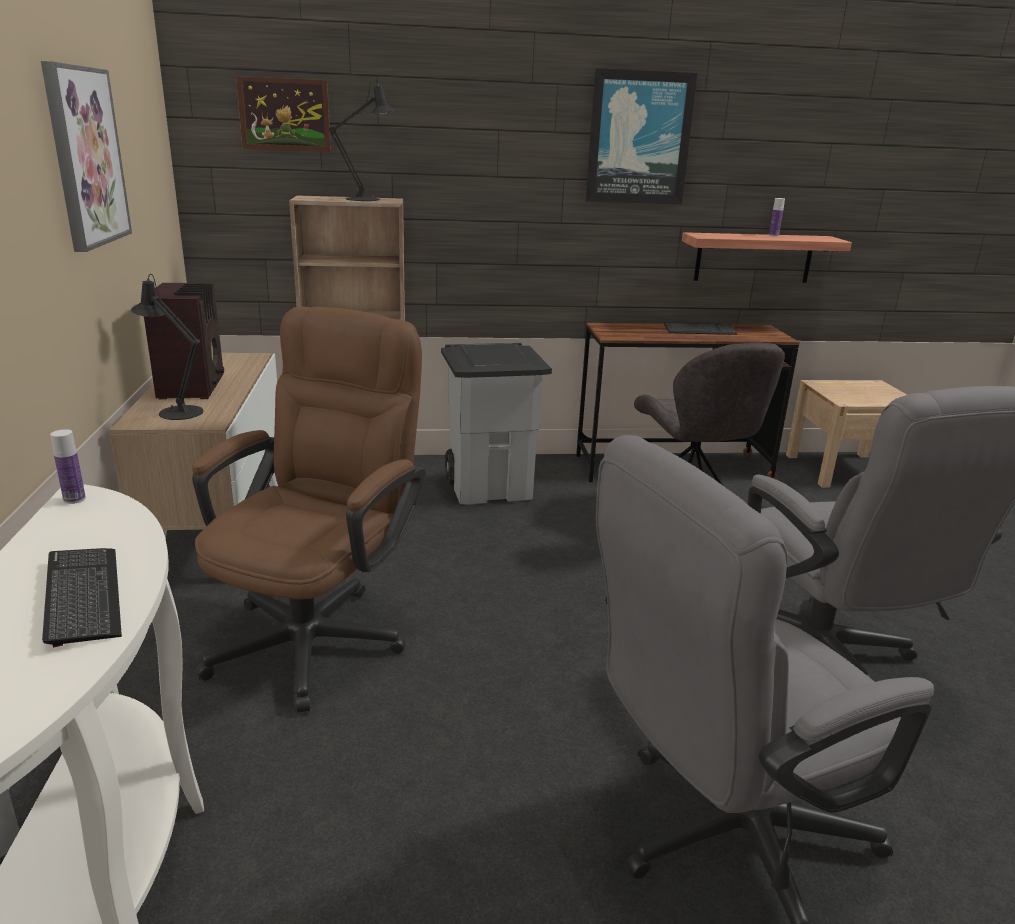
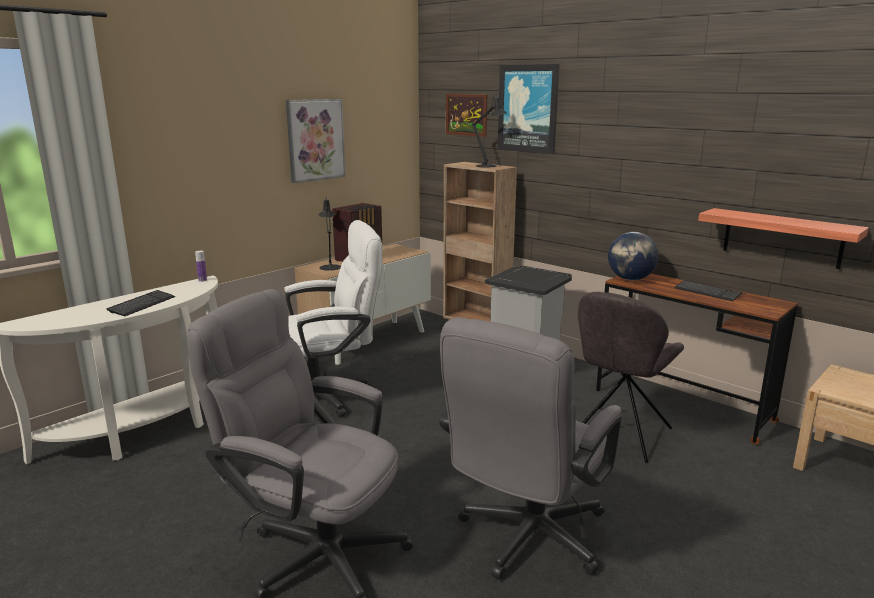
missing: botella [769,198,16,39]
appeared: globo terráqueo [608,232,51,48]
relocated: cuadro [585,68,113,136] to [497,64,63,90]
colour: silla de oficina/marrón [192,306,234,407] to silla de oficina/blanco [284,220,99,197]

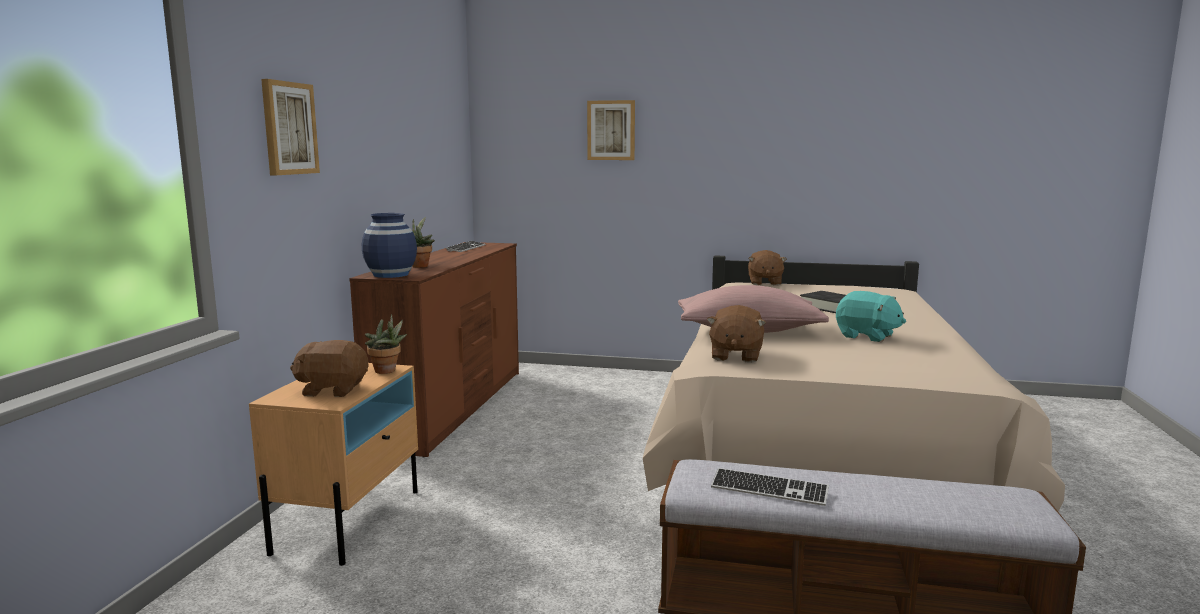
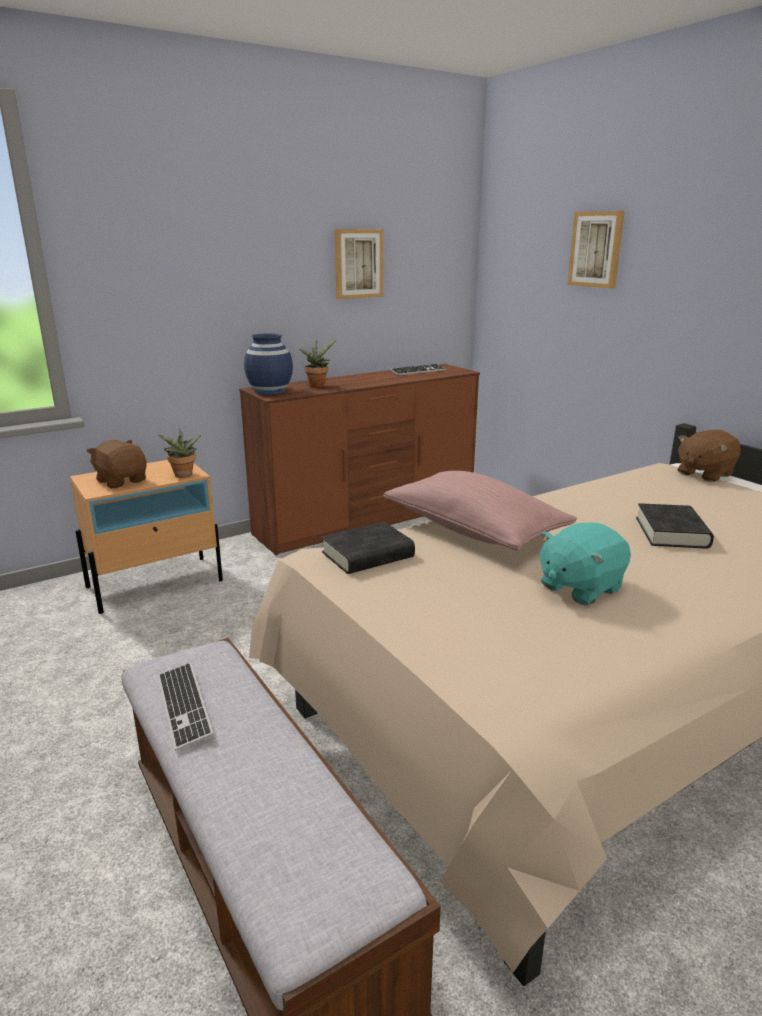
relocated: cuadro [261,79,59,96] to [335,229,49,70]
exchanged: peluche/marrón [707,305,59,58] to libro/negro [321,522,94,52]
spun: peluche/turquesa [836,291,70,51] = [540,522,91,83] 60 degrees clockwise

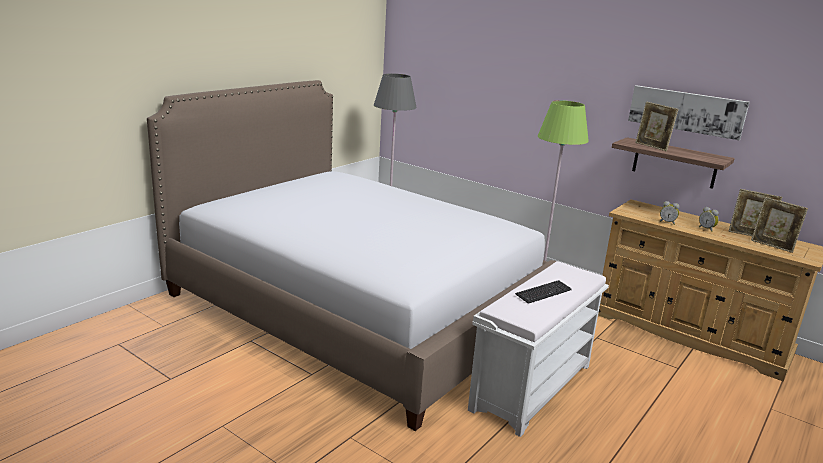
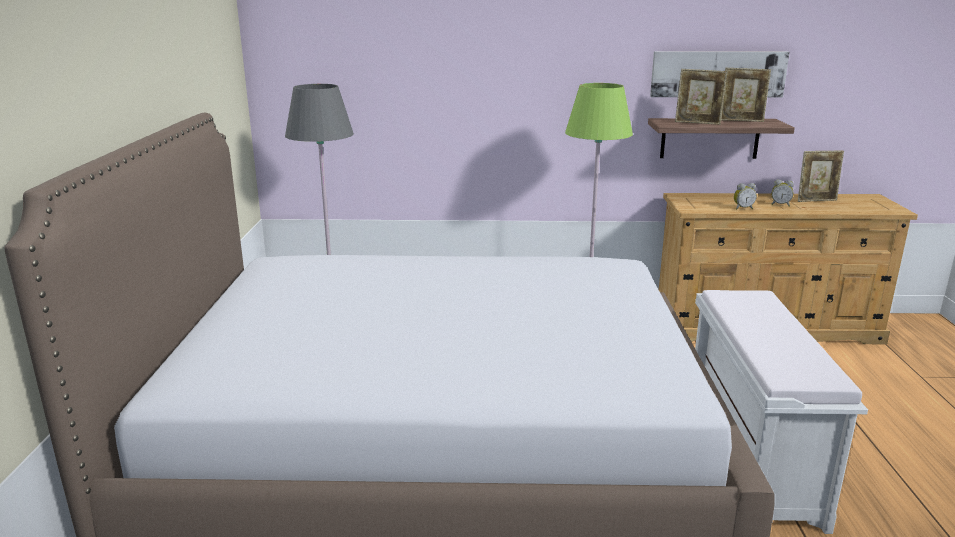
missing: teclado [515,280,57,24]
relocated: portarretratos [751,197,57,56] to [721,68,50,54]

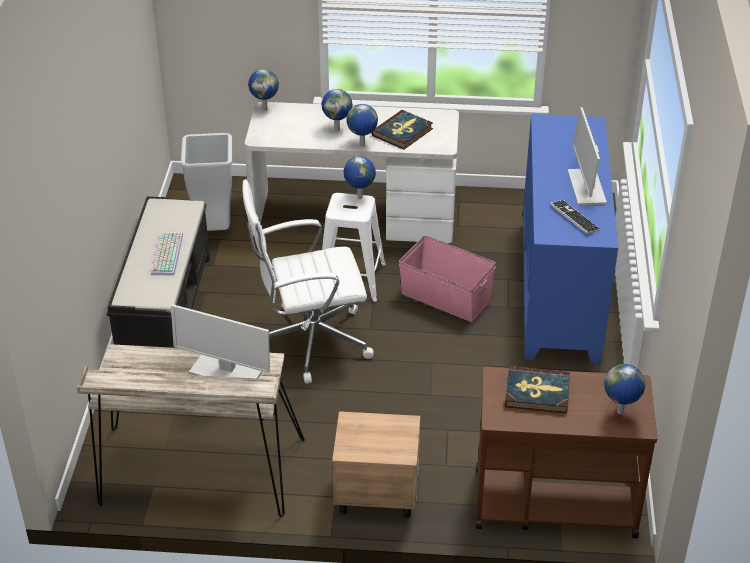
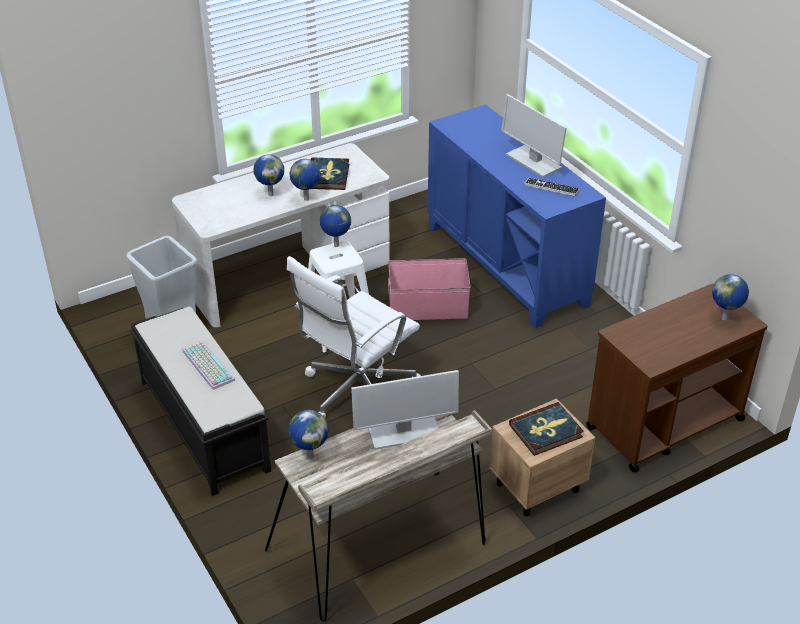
relocated: globo terráqueo [248,69,31,42] to [288,410,41,49]; libro [505,366,65,47] to [509,402,75,54]

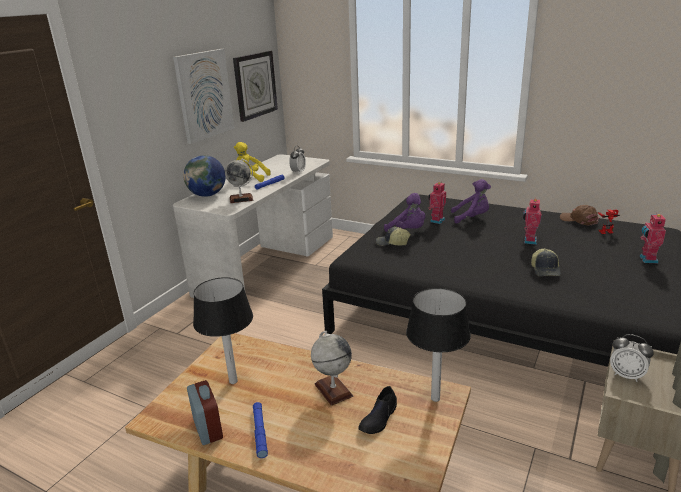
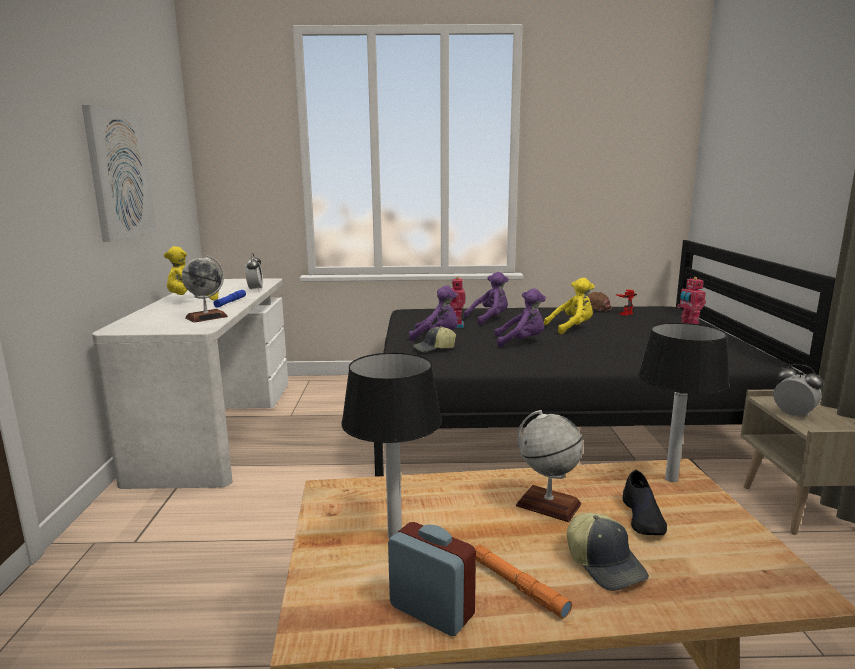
missing: globo terráqueo [183,155,43,42]; reloj de pared [233,51,45,71]
appeared: peluche/morado [494,288,52,59]
relocated: gorra [531,249,30,28] to [567,513,82,78]
exchanged: robot de juguete [523,198,18,47] to peluche/amarillo [544,278,51,56]
colour: linterna/azul [253,402,15,56] to linterna/naranja [475,545,97,74]
spun: despertador [610,334,44,48] = [773,364,50,52] 135 degrees counterclockwise

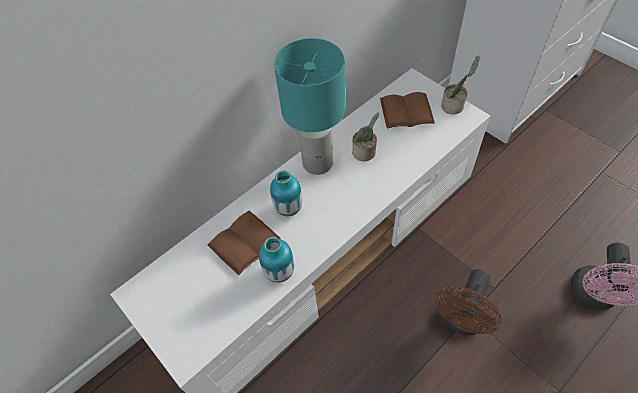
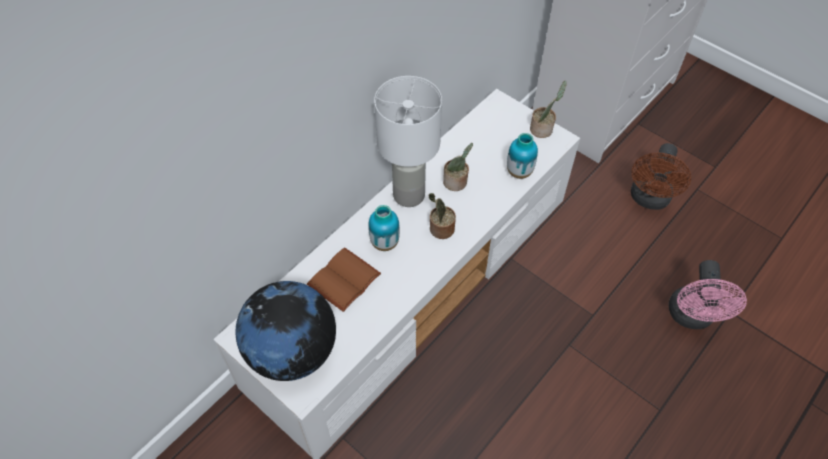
missing: libro/marrón [380,92,55,37]
appeared: globo terráqueo [235,281,101,100]; planta en maceta [428,193,28,46]
relocated: florero [259,237,35,46] to [507,133,31,46]; ventilador/marrón [434,269,68,66] to [631,143,60,67]
colour: lámpara de mesa/turquesa [274,38,71,137] to lámpara de mesa/blanco [374,76,68,131]

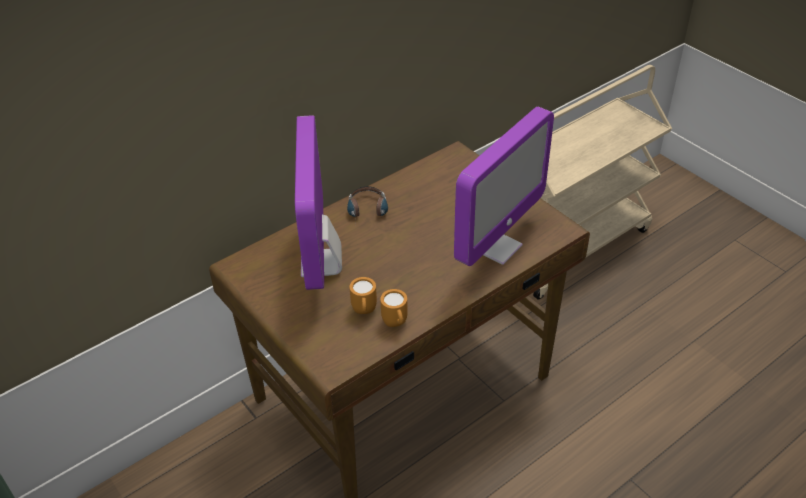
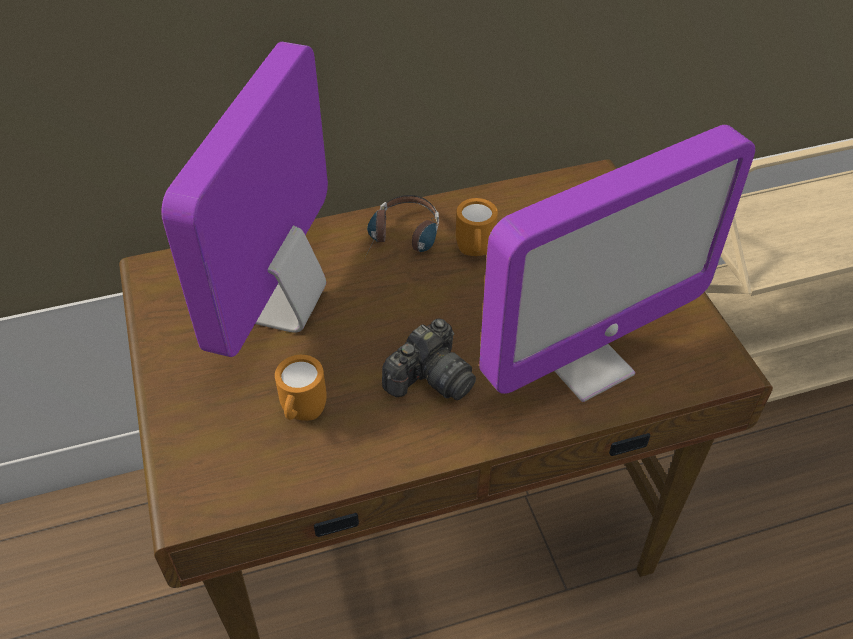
appeared: cámara [382,319,94,81]
relocated: taza grande/naranja [380,289,28,38] to [456,198,42,58]

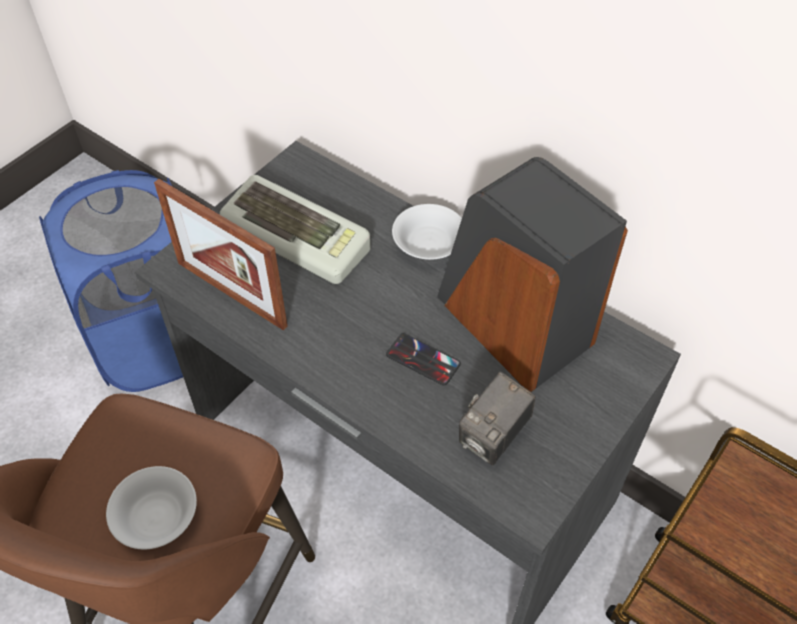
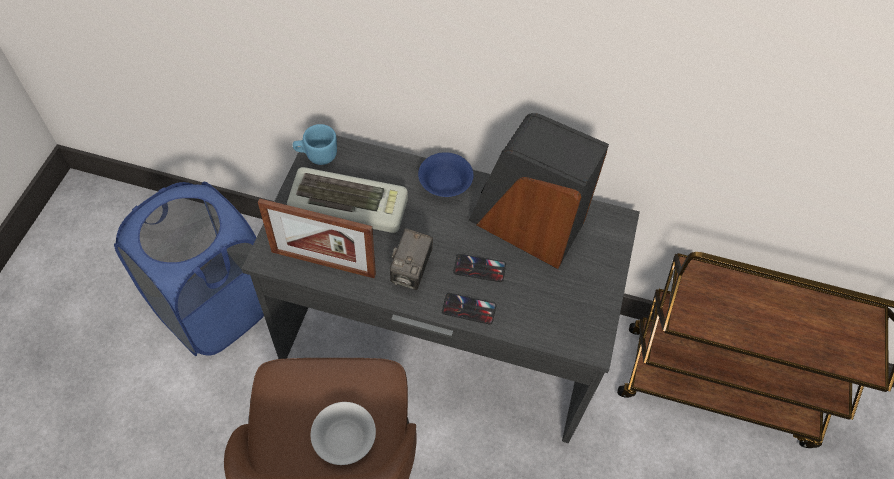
appeared: taza grande/azul [293,124,44,41]; móvil [442,293,54,32]
relocated: cámara [459,372,76,94] to [390,228,43,62]
colour: cuenco/blanco [392,204,70,56] to cuenco/azul [418,152,56,45]

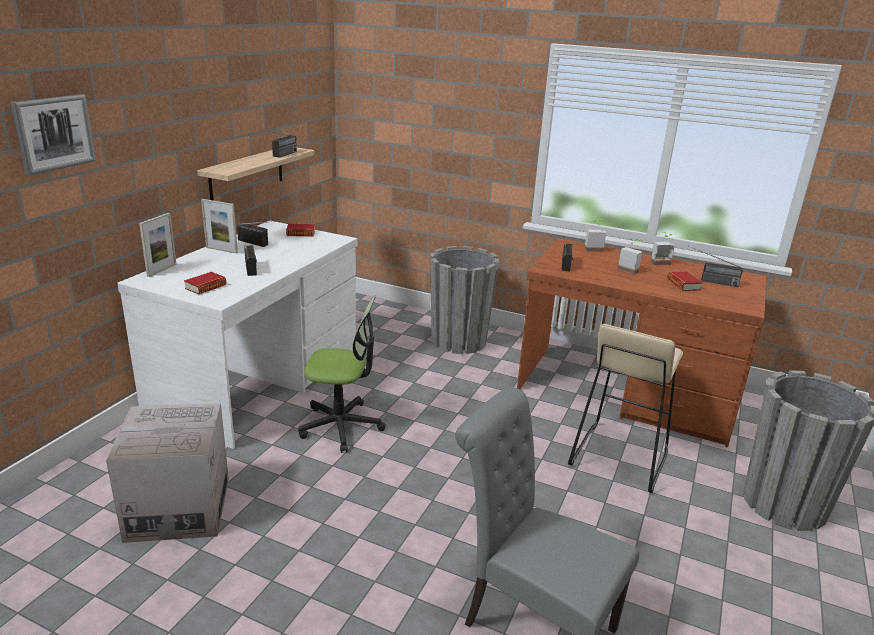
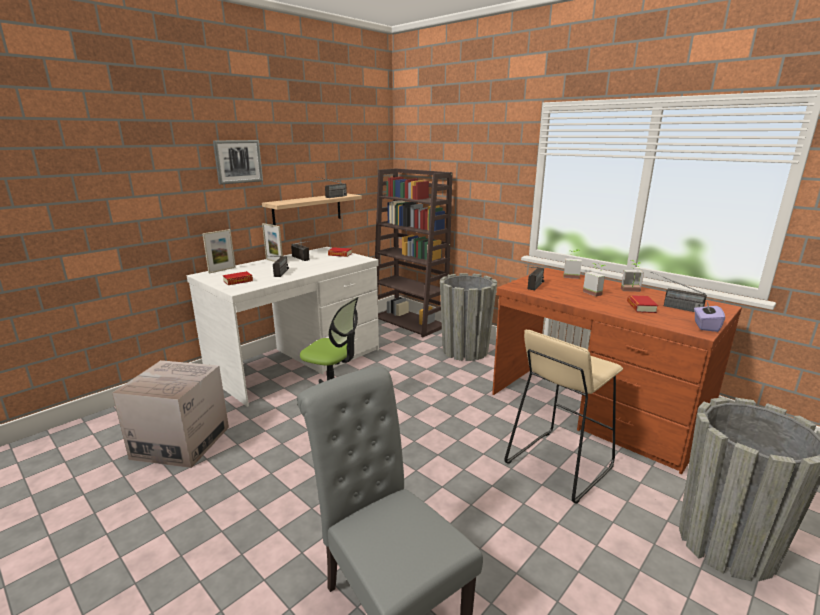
appeared: estantería/marrón [375,168,78,169]; caja de pañuelos/morado [694,302,31,30]
relocated: cuadro [11,94,85,81] to [213,140,50,45]

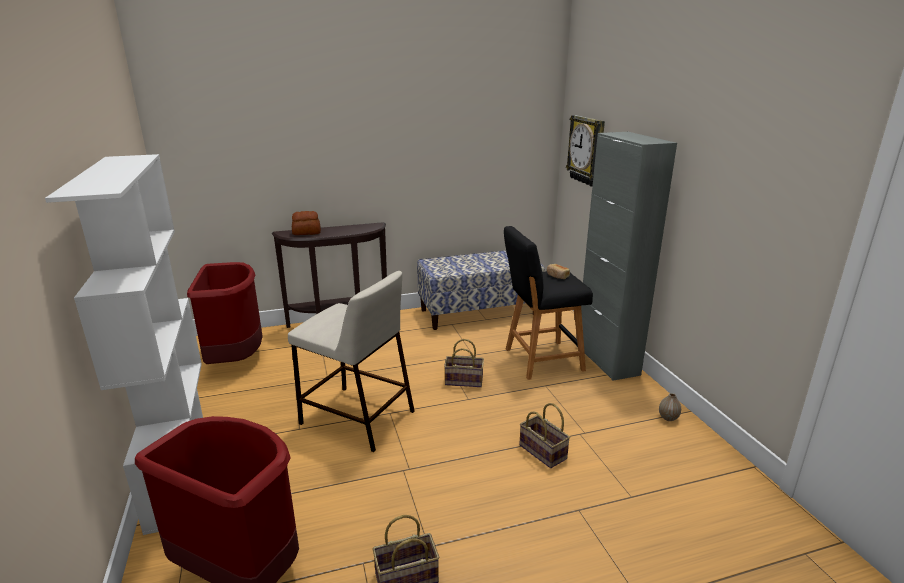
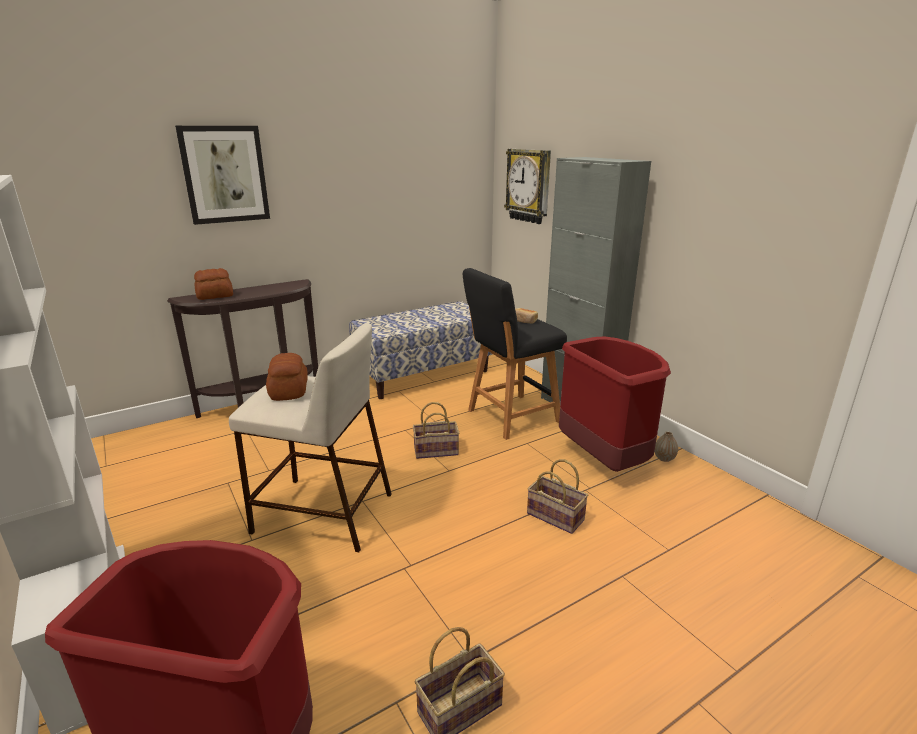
appeared: cuadro [175,126,95,99]; pan [266,353,42,48]
relocated: papelera/rojo [187,262,76,102] to [559,337,112,135]

